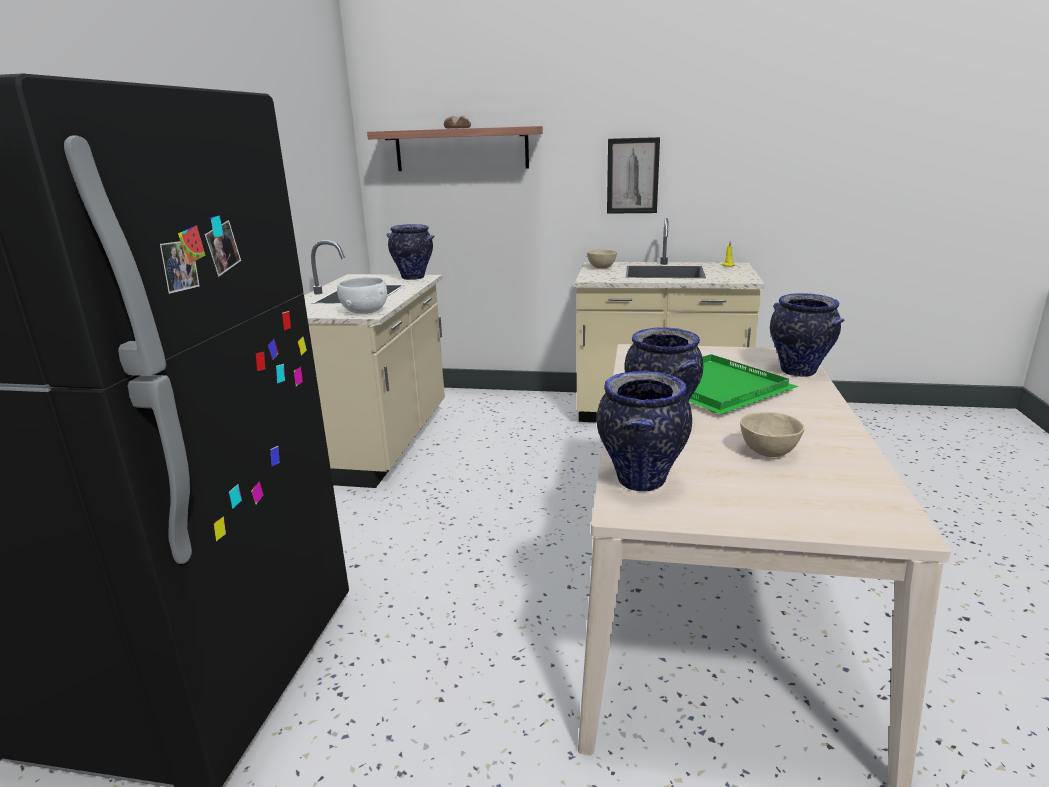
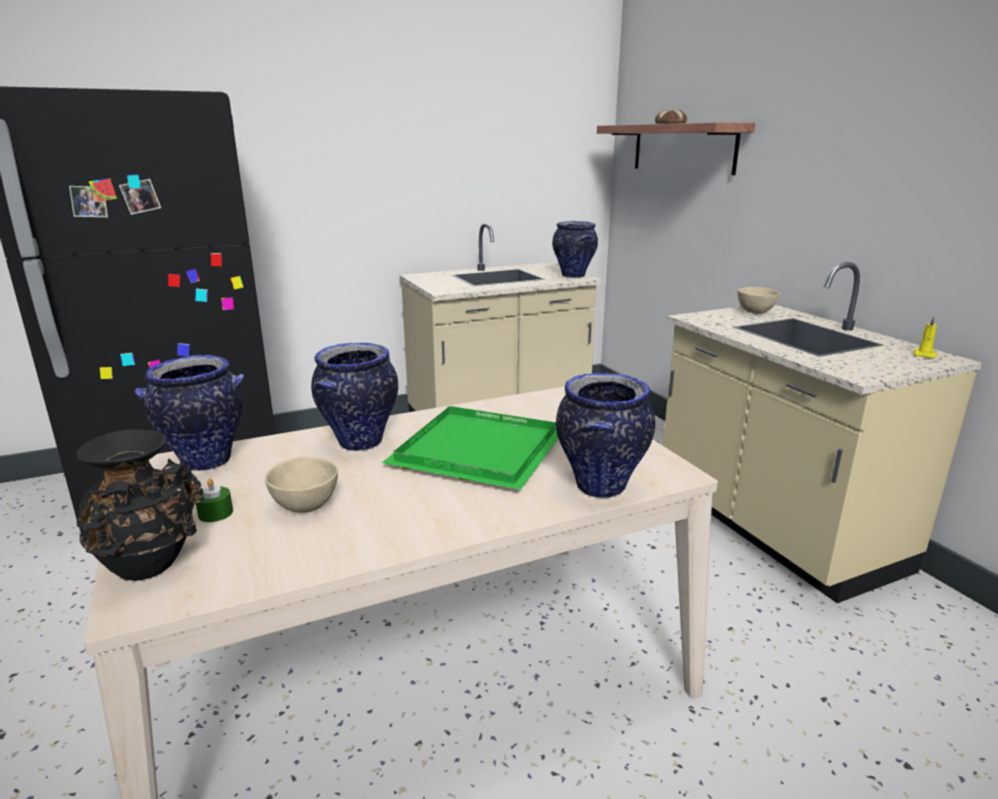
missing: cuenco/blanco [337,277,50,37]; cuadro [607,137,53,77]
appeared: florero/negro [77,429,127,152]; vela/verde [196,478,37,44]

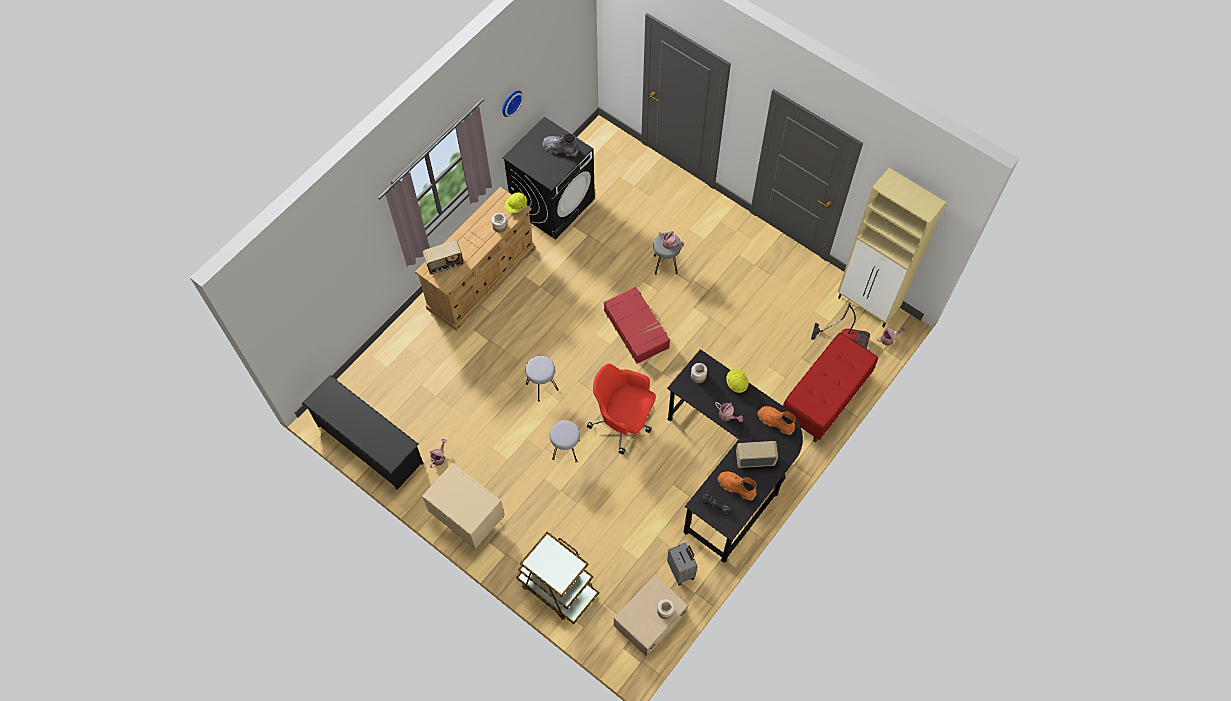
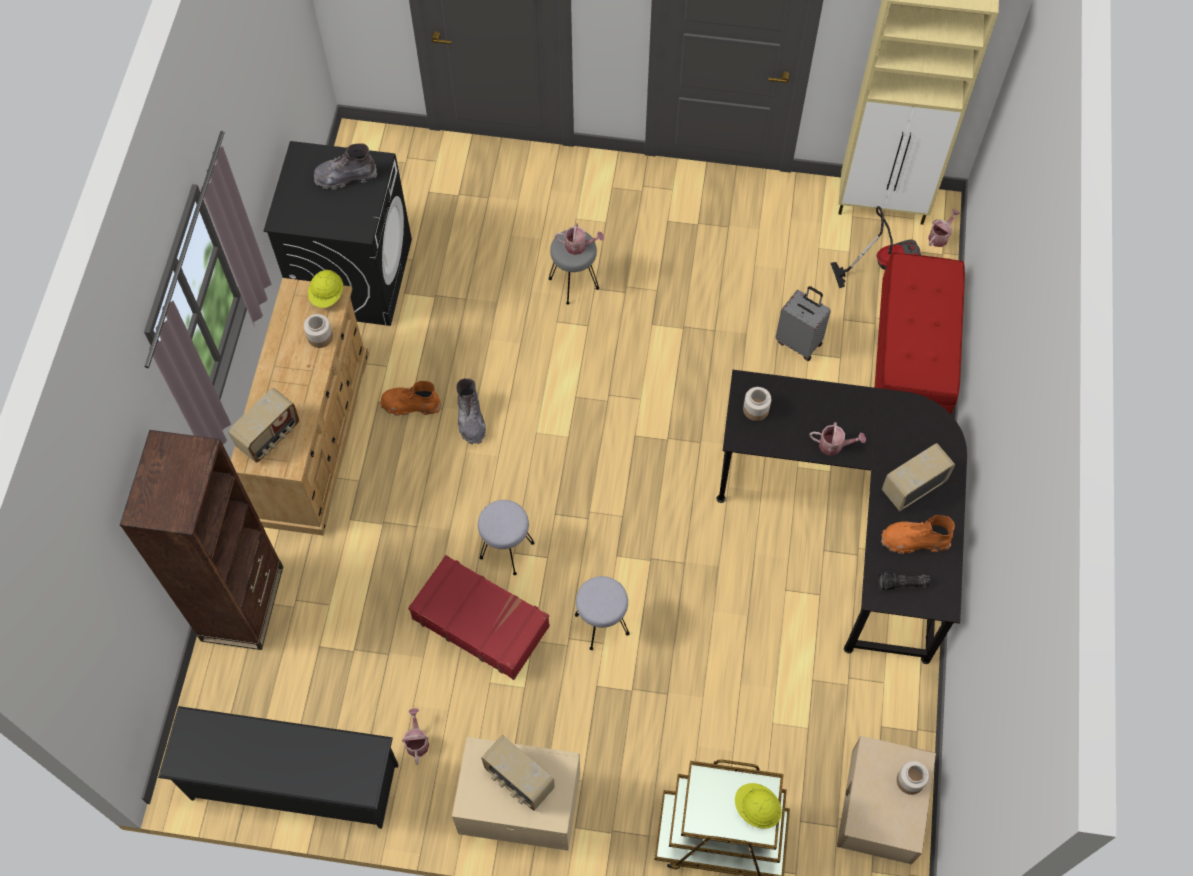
missing: reloj de pared [502,90,21,27]; silla de oficina/rojo [587,363,68,91]
appeared: estantería/marrón [120,430,163,220]; bota/gris [456,378,30,67]; radio [481,735,73,76]
relocated: bota/naranja [757,406,39,29] to [380,381,61,35]; maleta/rojo [604,287,66,77] to [408,555,142,125]; casco/amarillo [726,369,23,24] to [735,783,47,46]; maleta/gris [667,542,31,44] to [775,286,56,75]

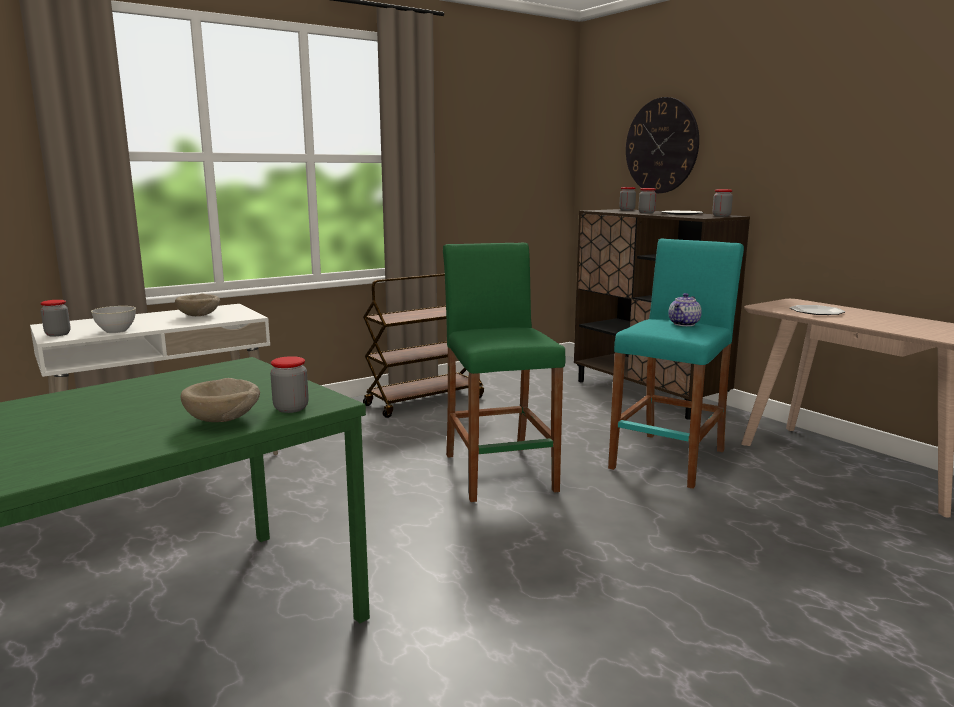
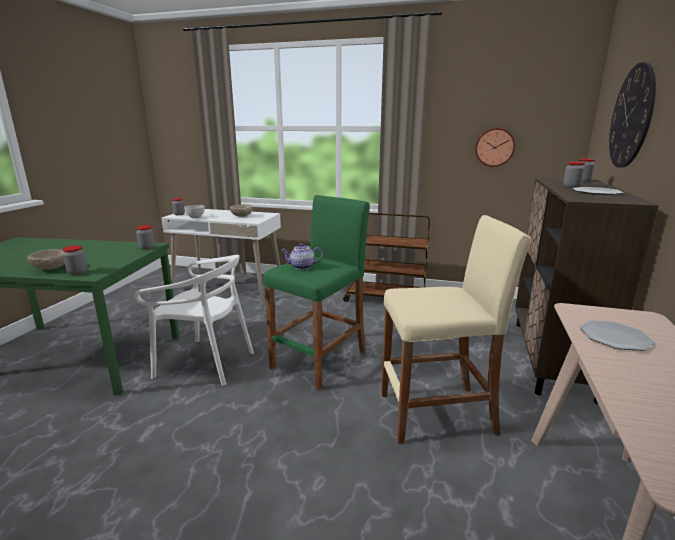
appeared: silla/blanco [135,255,119,131]; reloj de pared [475,128,40,39]
relocated: tarro [713,189,20,28] to [136,225,19,25]; tetera [668,293,34,33] to [281,243,42,27]
colour: taburete/turquesa [608,239,136,250] to taburete/beis [381,215,150,229]

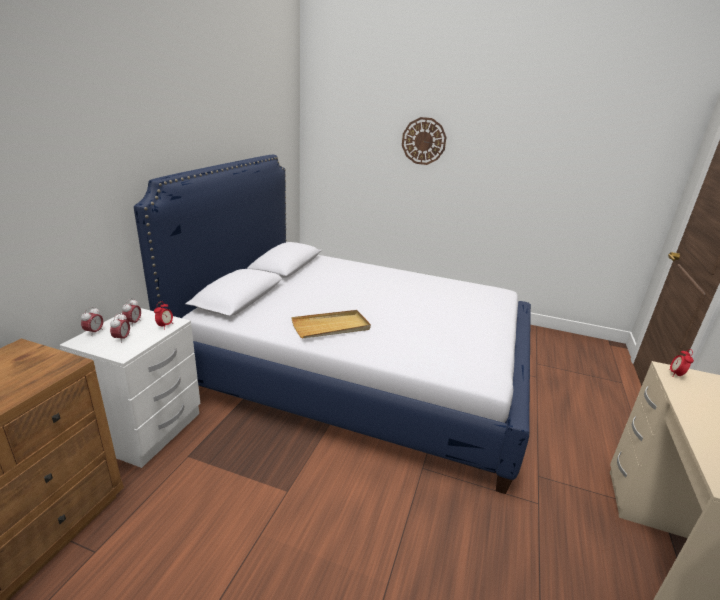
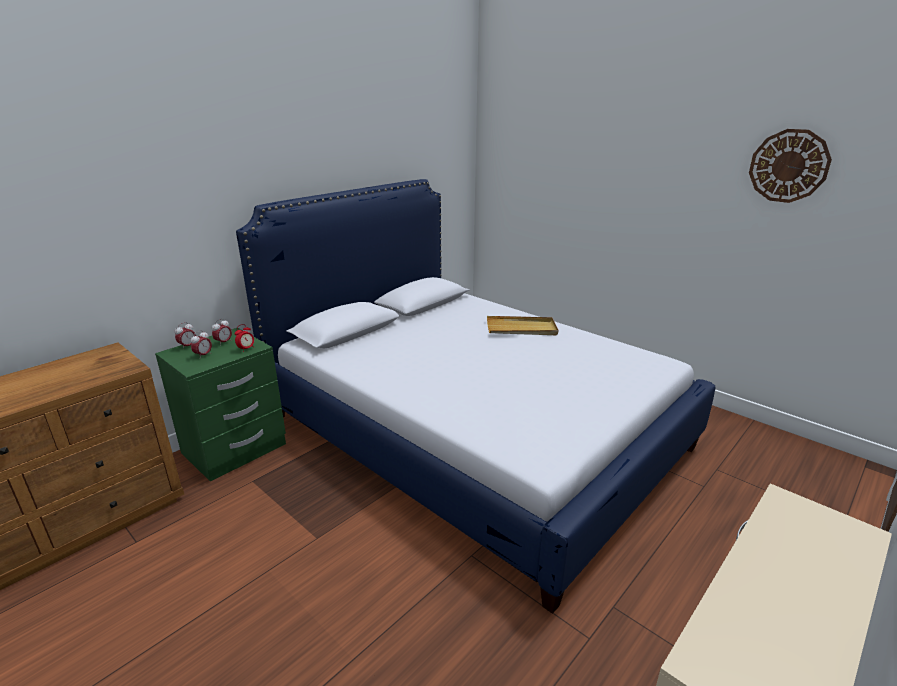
missing: despertador [669,349,25,28]
relocated: bandeja/beis [291,310,80,28] to [487,316,71,19]; reloj de pared [402,117,45,48] to [749,129,83,74]
colour: mesita de noche/blanco [60,308,140,160] to mesita de noche/verde [155,328,131,153]

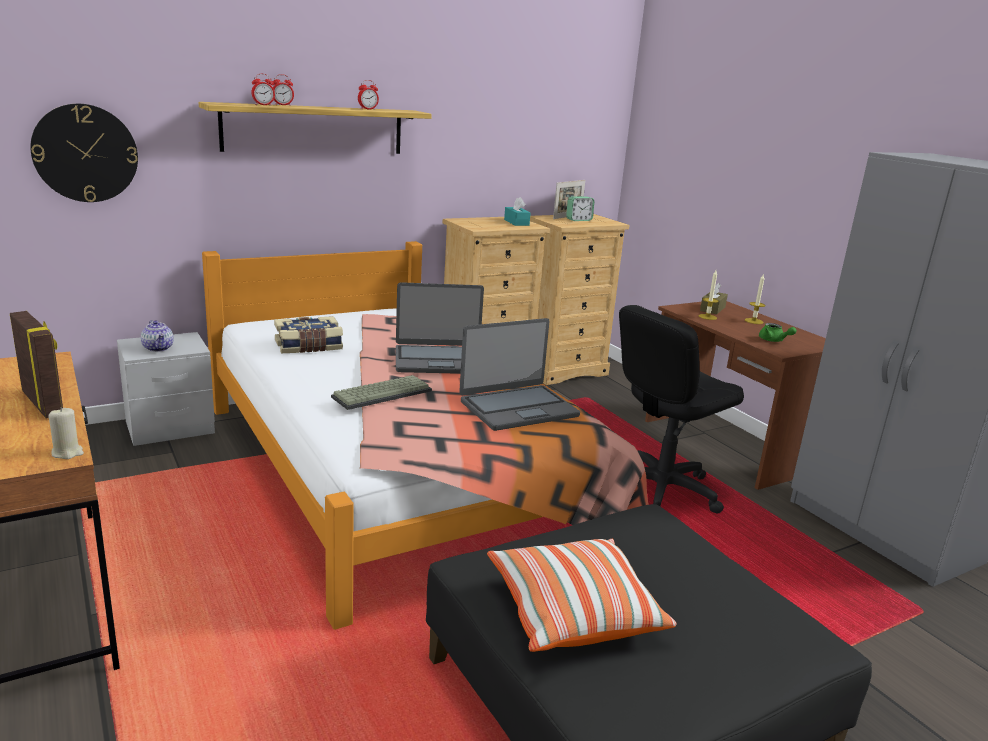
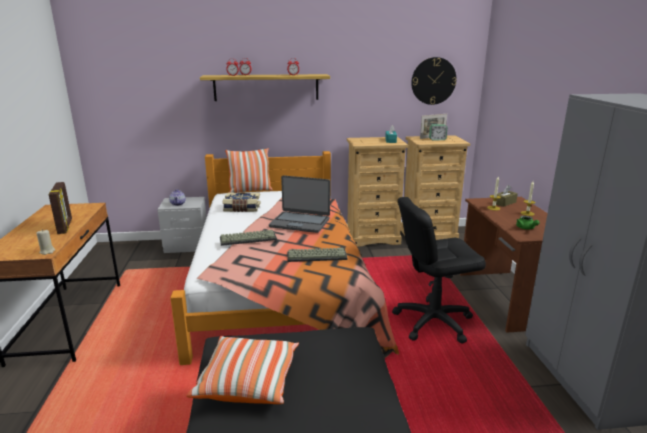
appeared: cojín [225,148,48,45]
relocated: reloj de pared [30,104,108,98] to [411,57,46,48]
exchanged: portátil [459,318,121,113] to teclado [287,248,61,14]

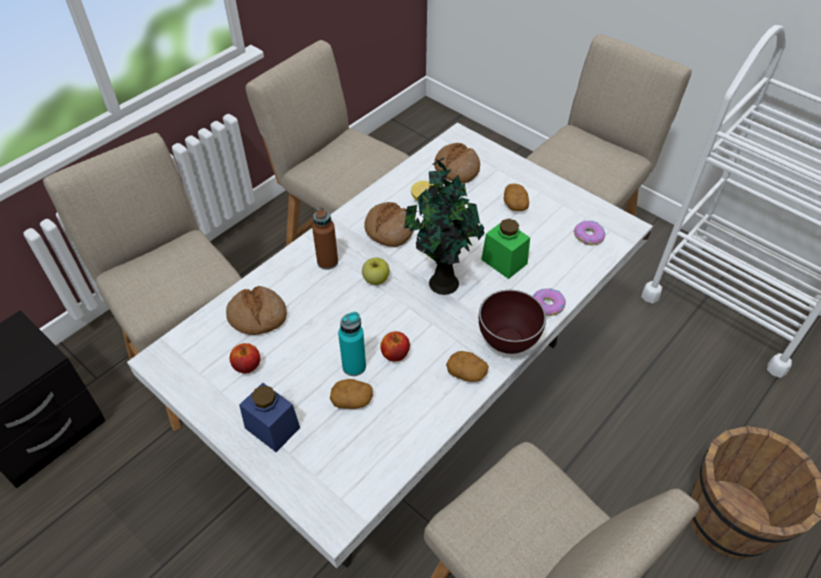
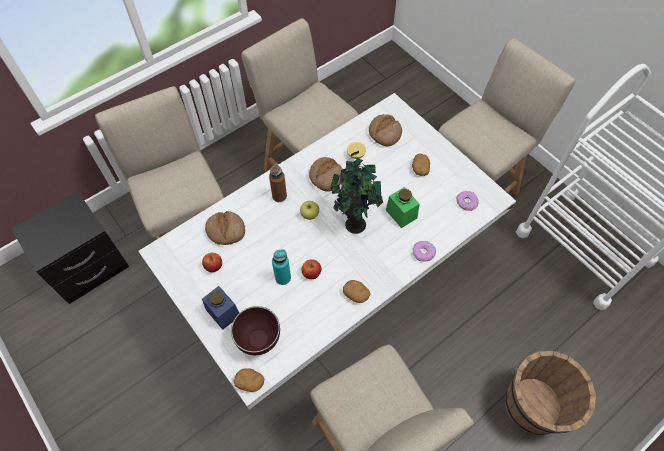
relocated: cuenco/marrón [479,290,67,64] to [231,306,49,49]; patata [330,379,43,30] to [234,368,30,24]

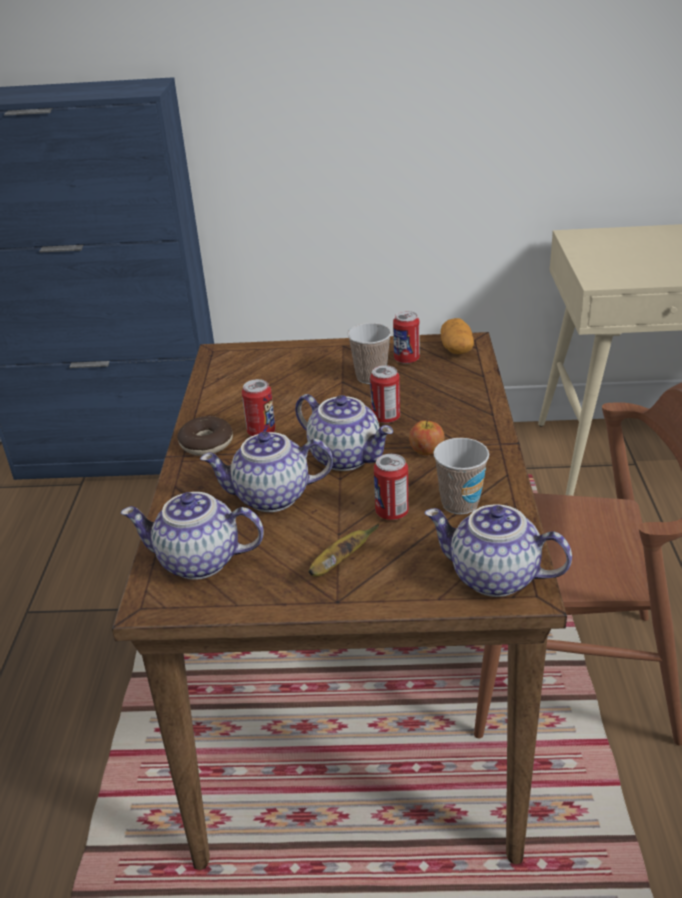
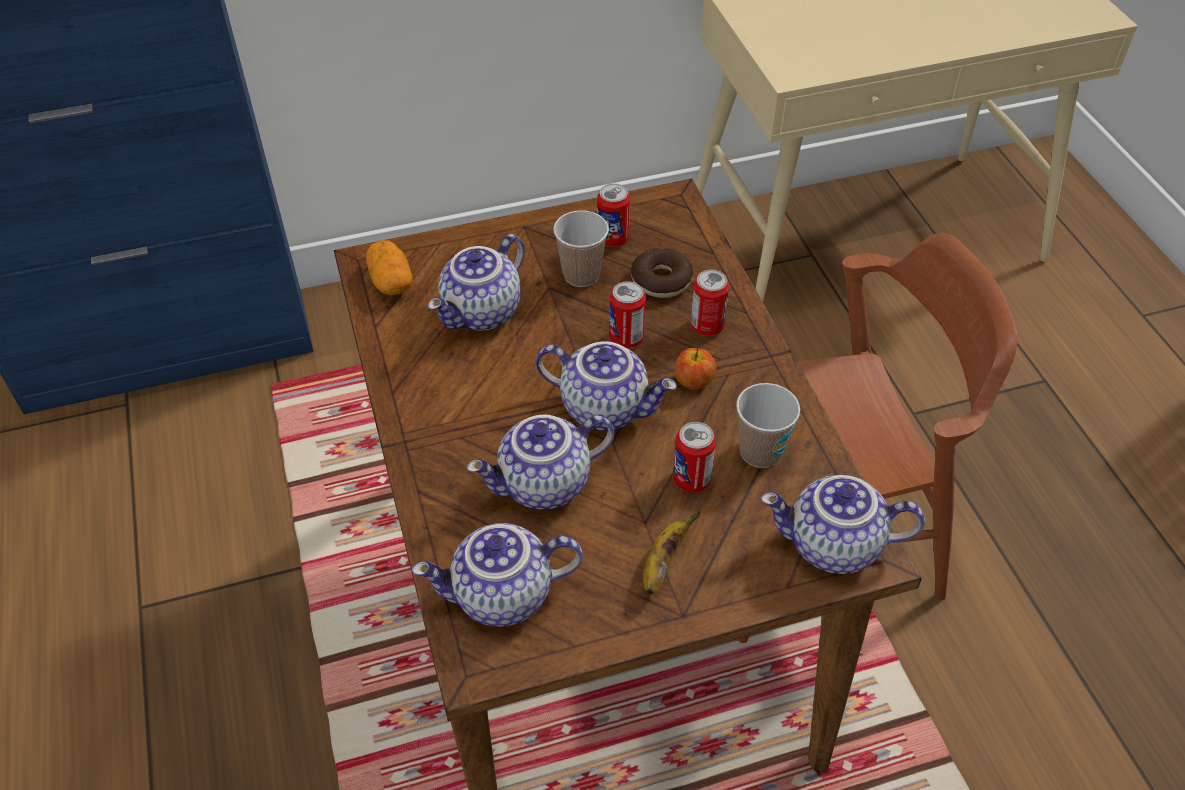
appeared: tetera [428,234,97,97]
relocated: patata [441,318,33,36] to [366,240,47,55]; rosquilla [177,416,56,40] to [631,248,62,50]; lata [242,379,34,57] to [690,270,39,66]

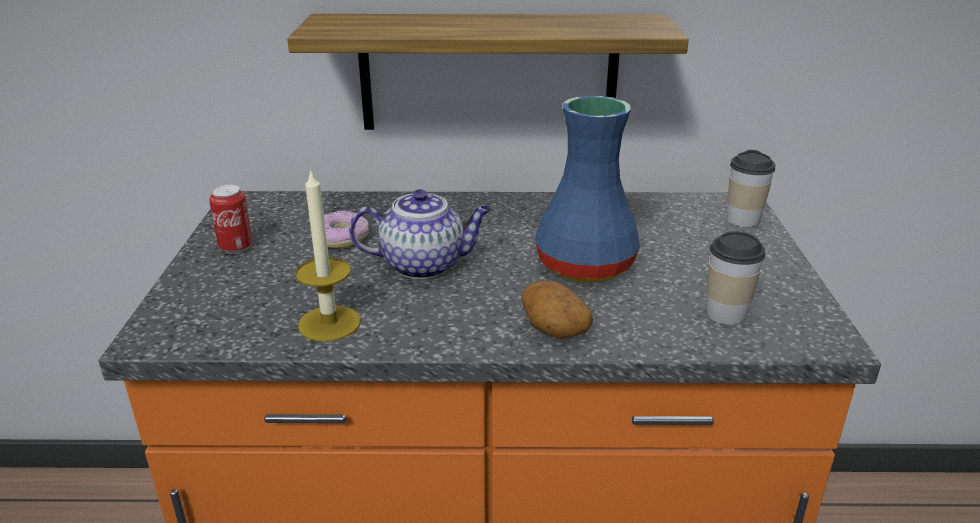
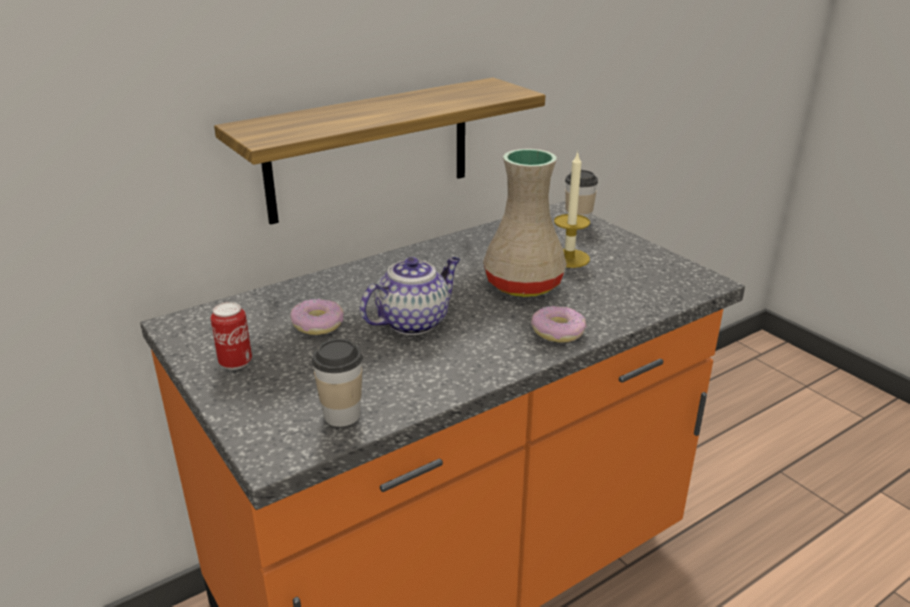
relocated: taza [707,231,59,94] to [312,339,51,88]; vela [295,168,66,174] to [554,151,36,117]
exchanged: patata [522,281,71,58] to rosquilla [531,306,55,37]
colour: florero/azul [535,96,105,187] to florero/beis [483,149,84,148]

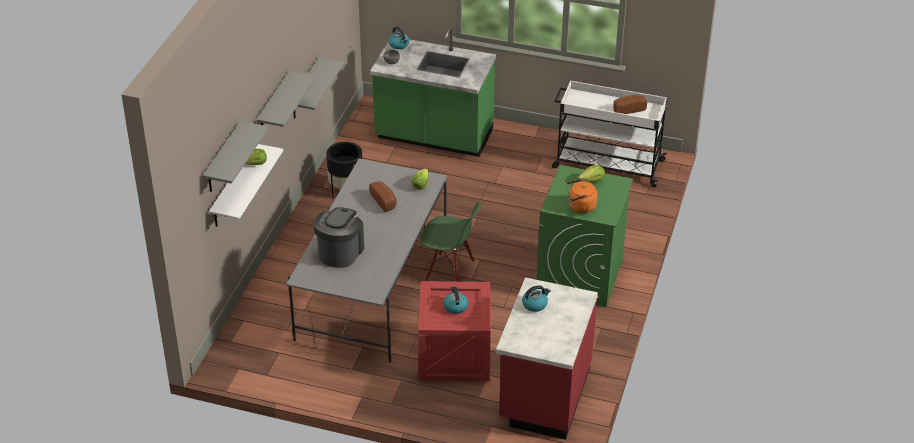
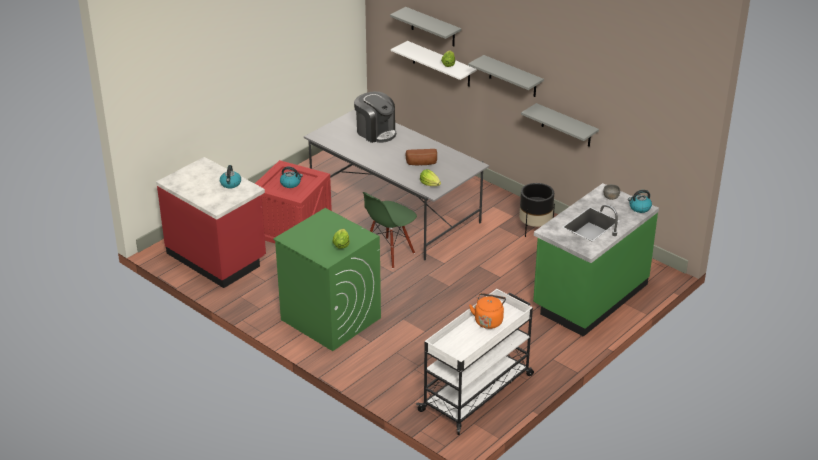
missing: pan [613,95,34,19]
relocated: hervidor/naranja [566,179,32,35] to [469,293,37,36]

